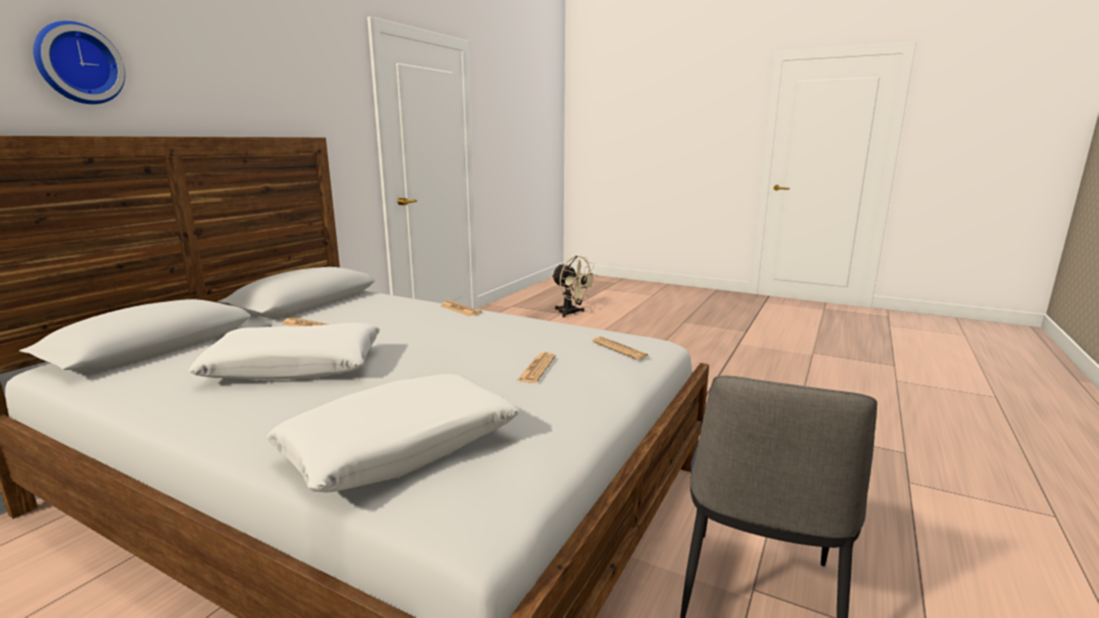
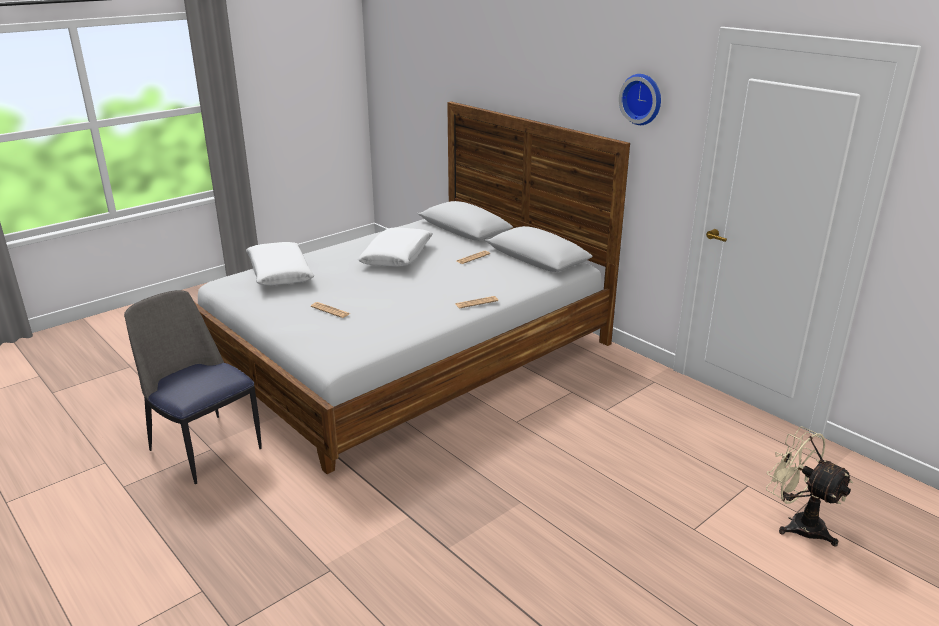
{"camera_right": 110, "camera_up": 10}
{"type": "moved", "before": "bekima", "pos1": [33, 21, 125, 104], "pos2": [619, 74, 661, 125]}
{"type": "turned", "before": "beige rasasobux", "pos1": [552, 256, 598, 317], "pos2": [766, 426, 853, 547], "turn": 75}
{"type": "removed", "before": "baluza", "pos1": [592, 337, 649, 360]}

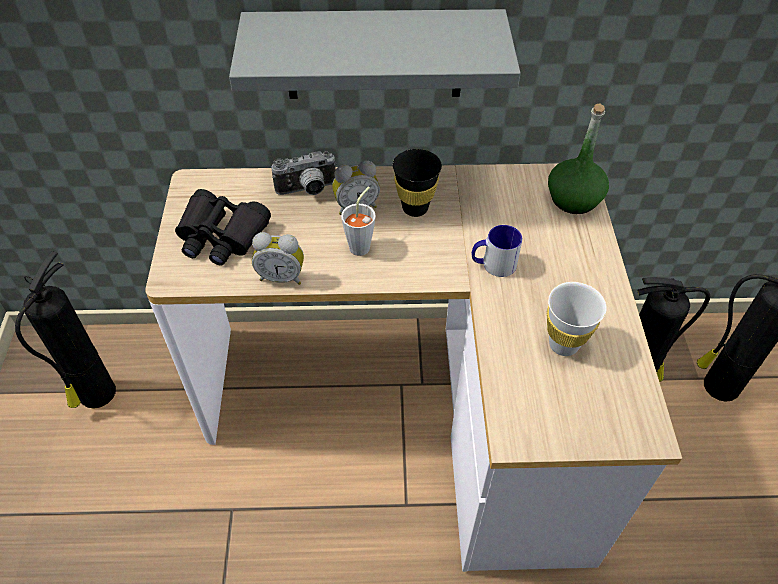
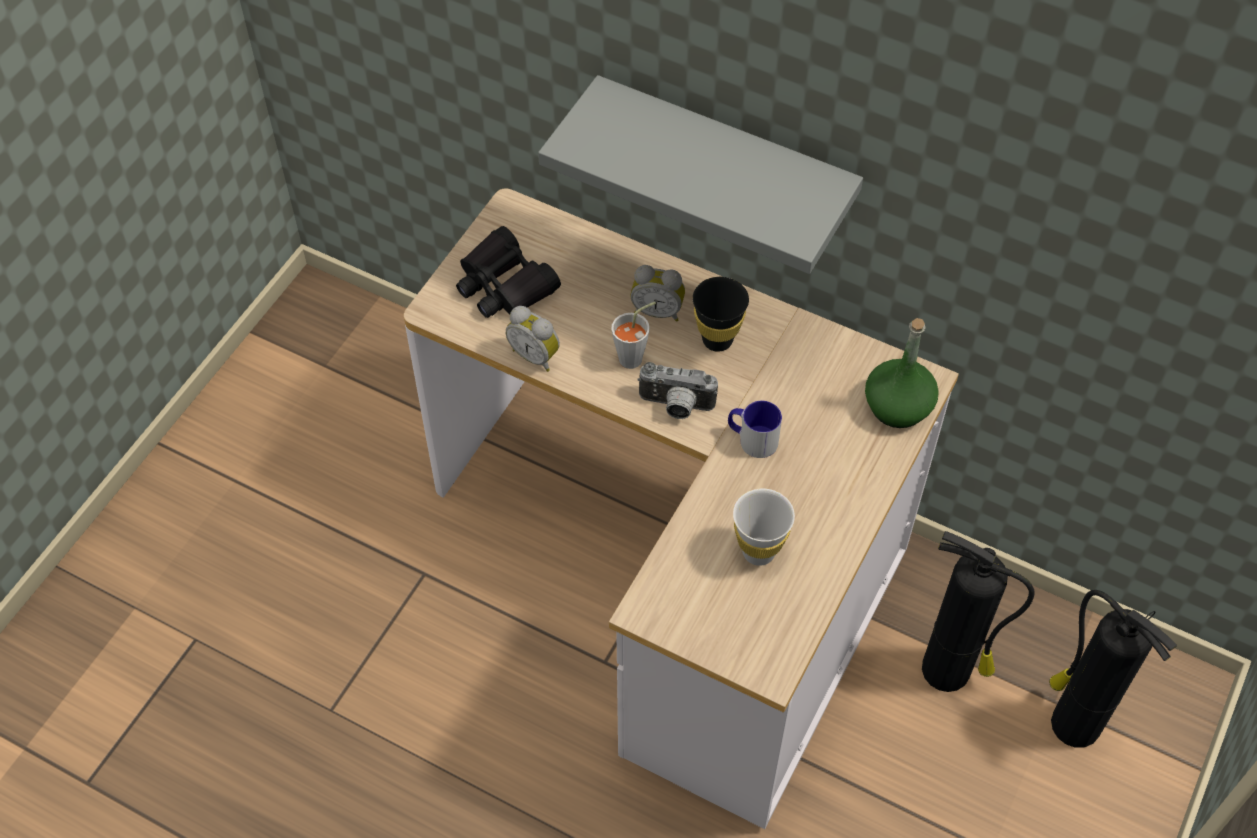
{"camera_right": 30, "camera_up": 5}
{"type": "moved", "before": "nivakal", "pos1": [271, 151, 337, 195], "pos2": [637, 362, 718, 419]}
{"type": "removed", "before": "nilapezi", "pos1": [15, 251, 116, 409]}

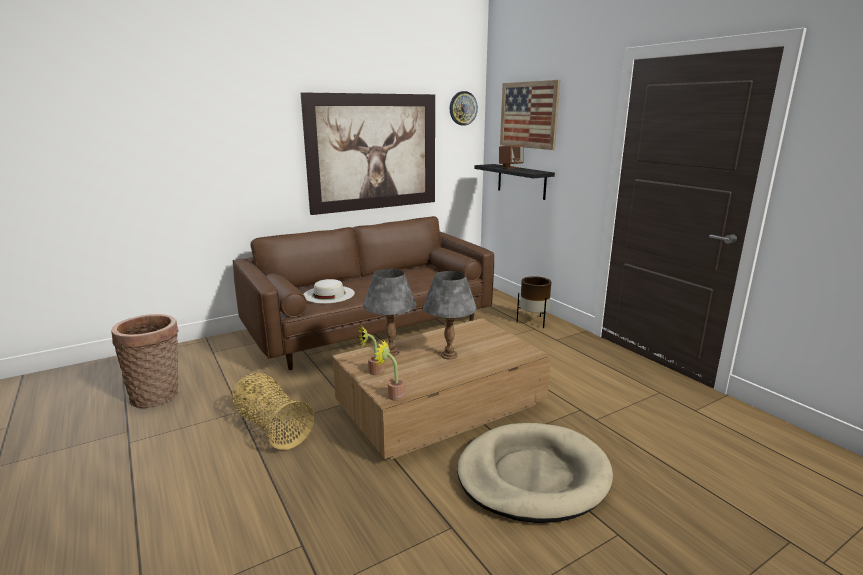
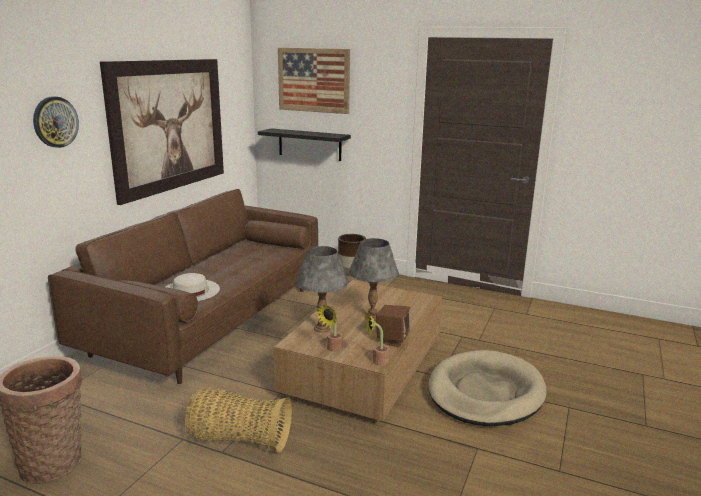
{"camera_right": -35, "camera_up": 0}
{"type": "moved", "before": "bekima", "pos1": [450, 91, 478, 126], "pos2": [33, 97, 79, 148]}
{"type": "moved", "before": "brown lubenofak", "pos1": [499, 145, 524, 169], "pos2": [376, 305, 411, 347]}

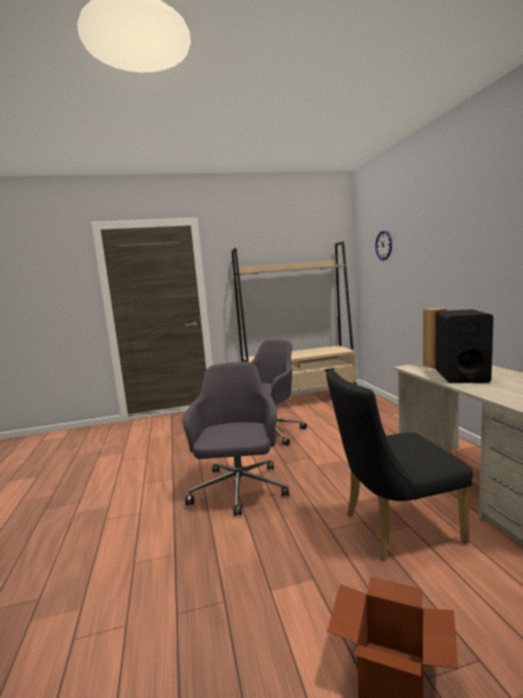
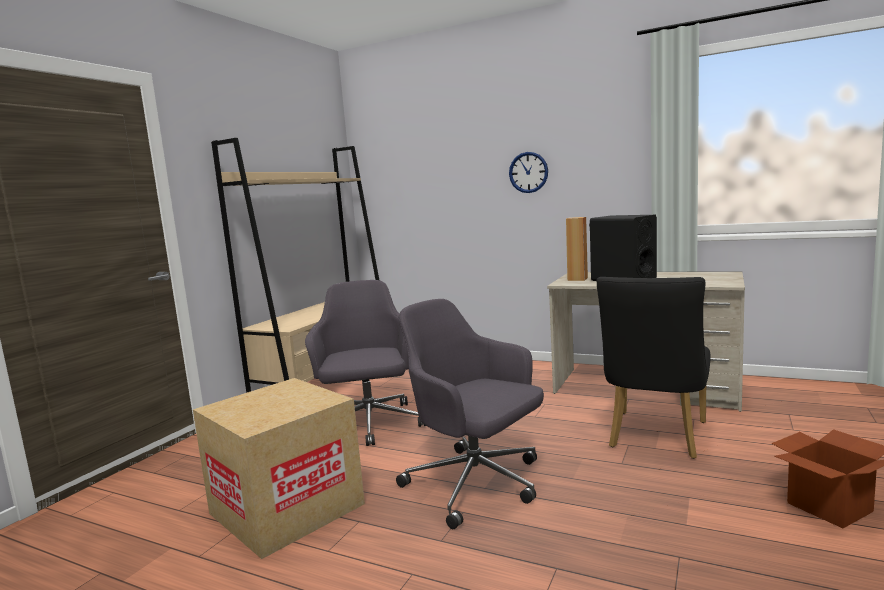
{"camera_right": -50, "camera_up": 0}
{"type": "moved", "before": "bekima", "pos1": [375, 231, 392, 260], "pos2": [509, 152, 548, 193]}
{"type": "added", "after": "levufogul", "pos2": [193, 378, 365, 559]}

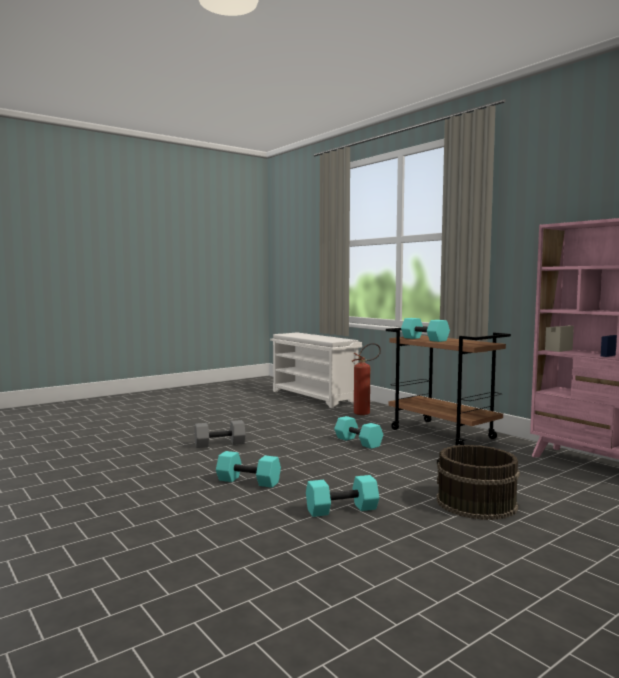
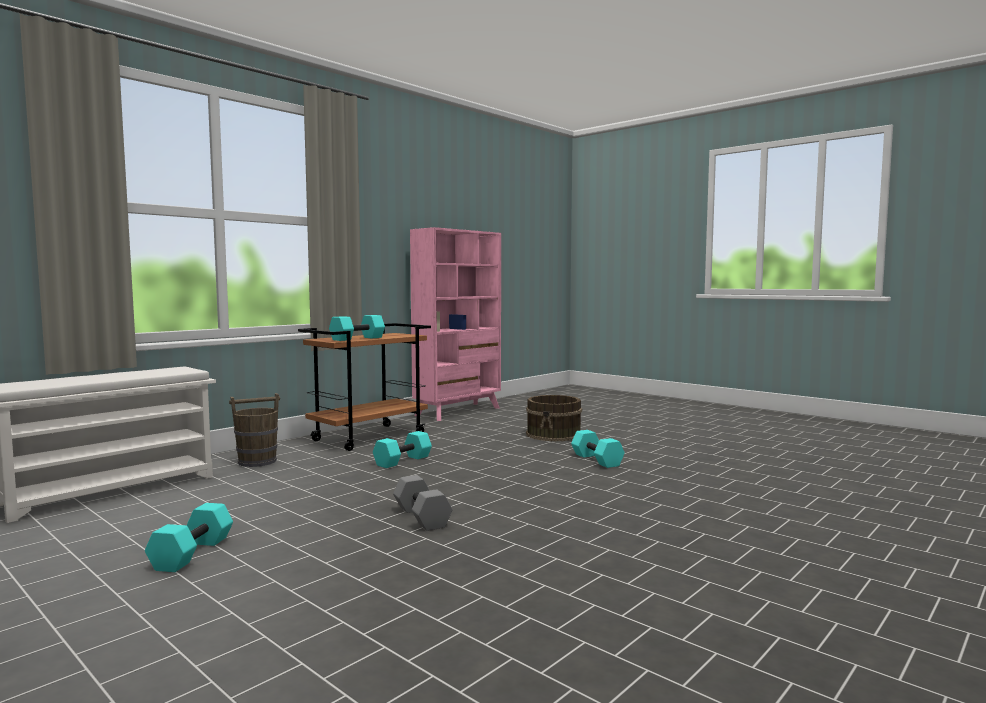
{"camera_right": -100, "camera_up": 0}
{"type": "replaced", "before": "nilapezi", "after": "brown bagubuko", "pos1": [352, 343, 381, 415], "pos2": [229, 393, 280, 467]}
{"type": "moved", "before": "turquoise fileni", "pos1": [216, 451, 281, 488], "pos2": [145, 503, 233, 572]}

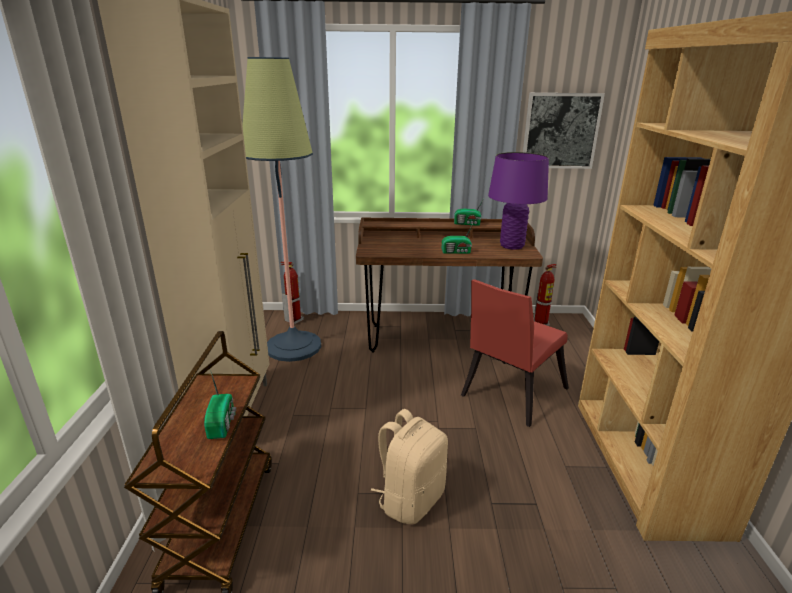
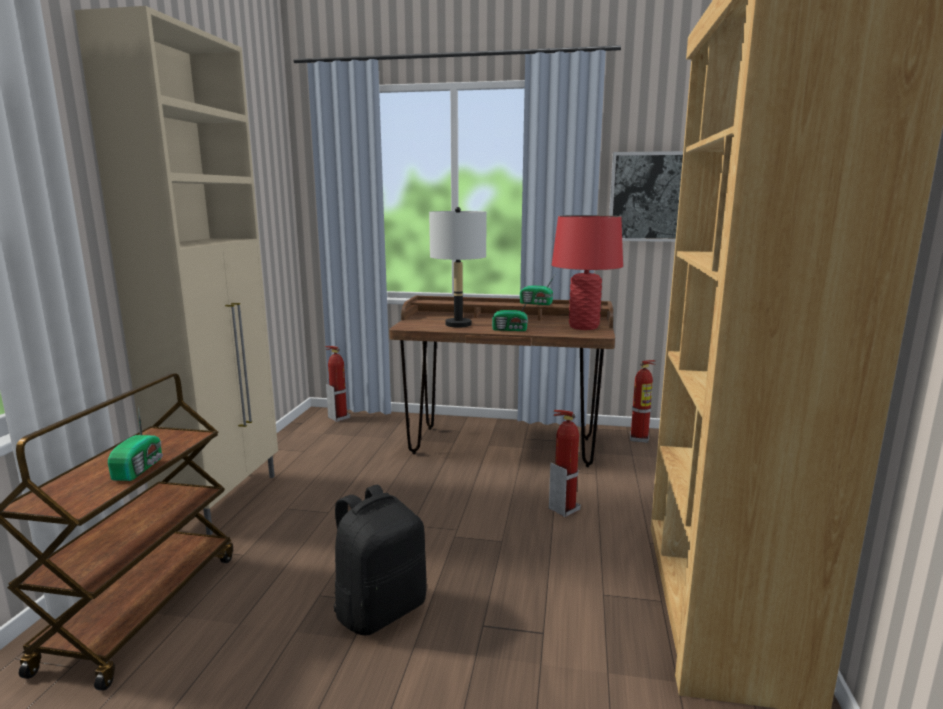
{"camera_right": 10, "camera_up": -10}
{"type": "removed", "before": "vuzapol", "pos1": [242, 57, 321, 362]}
{"type": "recoloured", "before": "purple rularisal", "after": "red rularisal", "pos1": [488, 152, 549, 250], "pos2": [552, 215, 623, 330]}
{"type": "replaced", "before": "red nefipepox", "after": "nilapezi", "pos1": [461, 279, 569, 427], "pos2": [549, 410, 581, 517]}
{"type": "recoloured", "before": "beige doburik", "after": "black doburik", "pos1": [371, 409, 448, 524], "pos2": [334, 485, 427, 635]}
{"type": "added", "after": "grey rularisal", "pos2": [429, 207, 487, 327]}

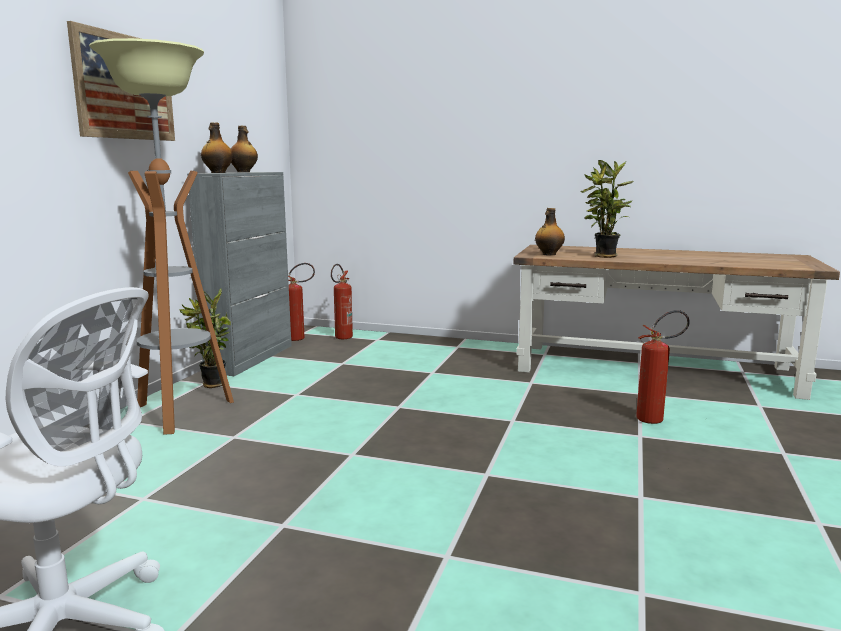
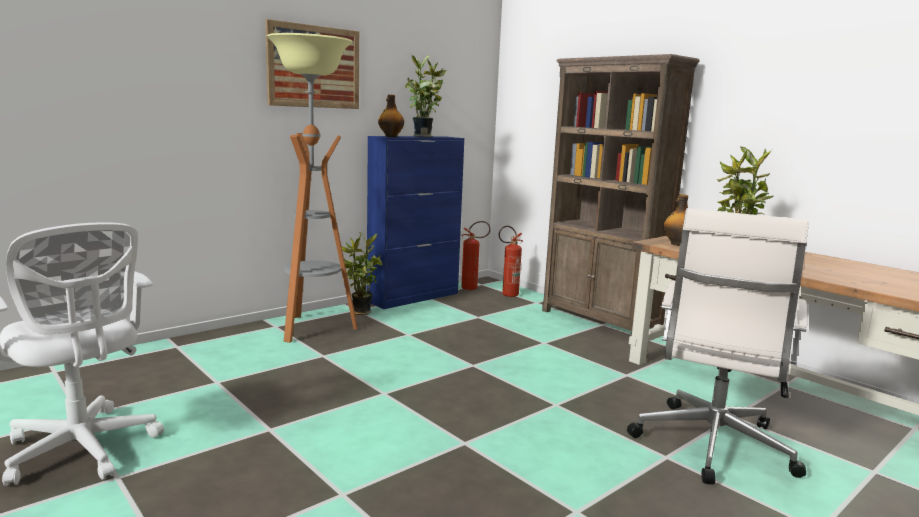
{"camera_right": 30, "camera_up": 0}
{"type": "replaced", "before": "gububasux", "after": "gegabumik", "pos1": [231, 126, 258, 172], "pos2": [405, 55, 447, 137]}
{"type": "recoloured", "before": "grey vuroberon", "after": "blue vuroberon", "pos1": [187, 172, 291, 376], "pos2": [367, 136, 464, 309]}
{"type": "replaced", "before": "nilapezi", "after": "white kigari", "pos1": [636, 310, 690, 424], "pos2": [627, 208, 809, 484]}
{"type": "added", "after": "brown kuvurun", "pos2": [542, 54, 700, 336]}

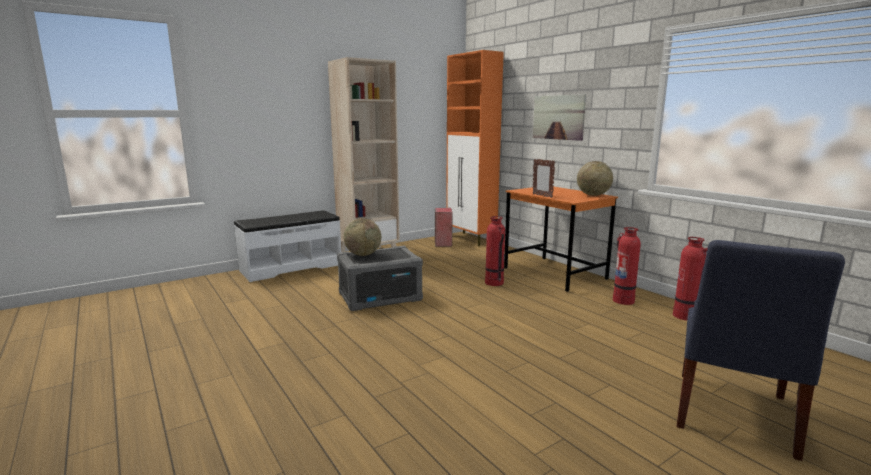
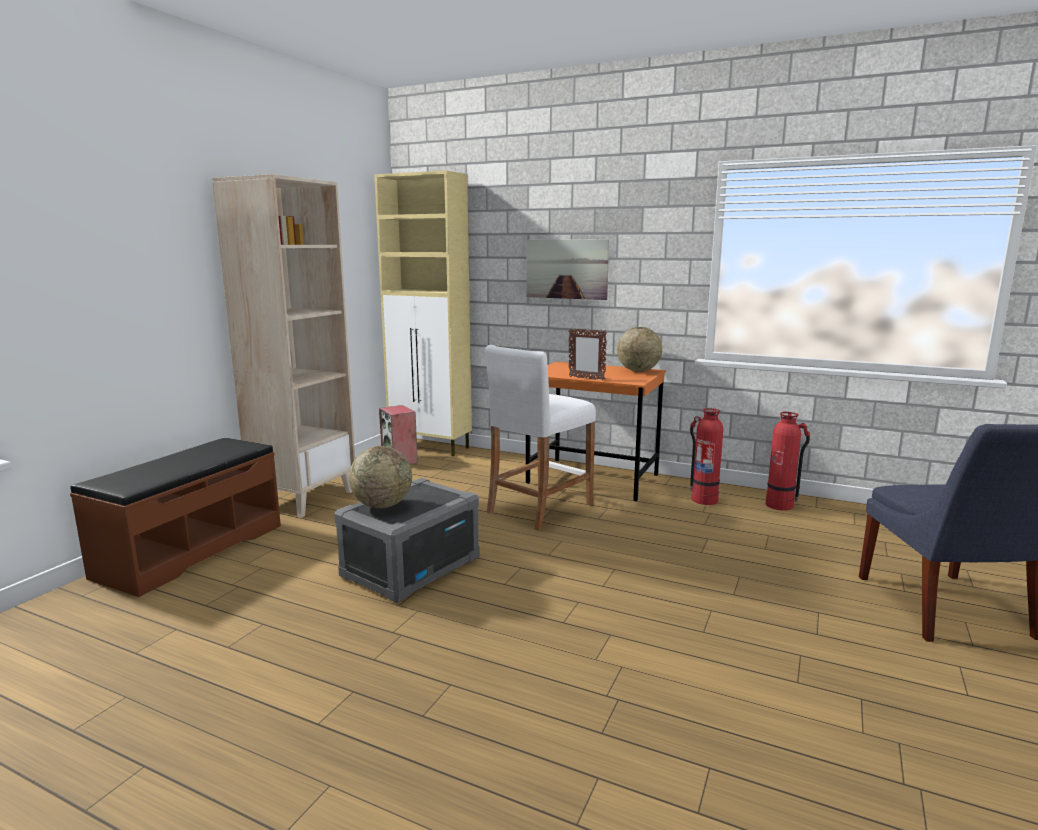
{"camera_right": -30, "camera_up": 0}
{"type": "recoloured", "before": "orange vuroberon", "after": "beige vuroberon", "pos1": [446, 50, 504, 246], "pos2": [374, 170, 472, 456]}
{"type": "recoloured", "before": "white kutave", "after": "brown kutave", "pos1": [234, 210, 341, 282], "pos2": [70, 438, 281, 597]}
{"type": "replaced", "before": "nilapezi", "after": "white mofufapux", "pos1": [485, 216, 505, 286], "pos2": [485, 345, 596, 531]}

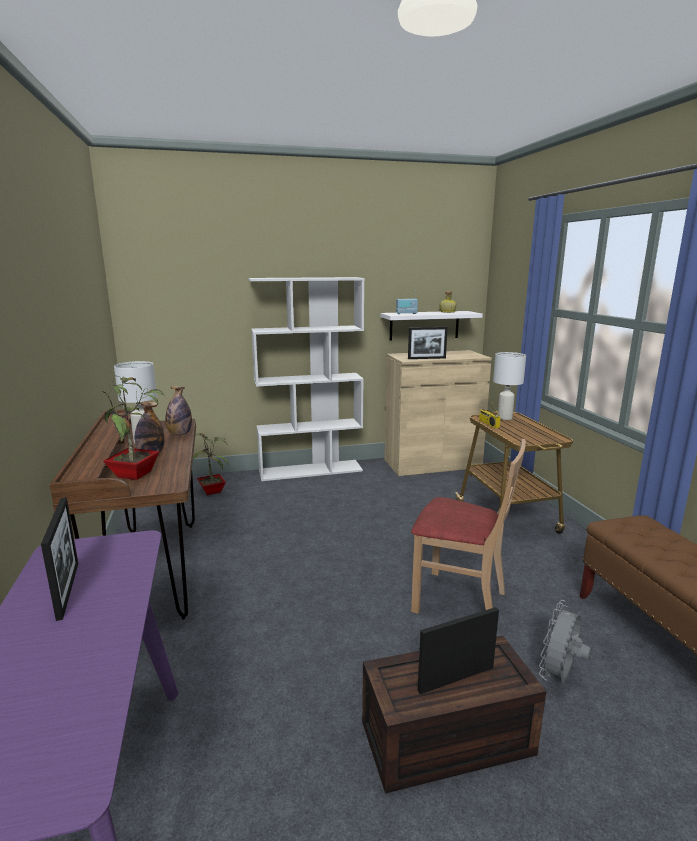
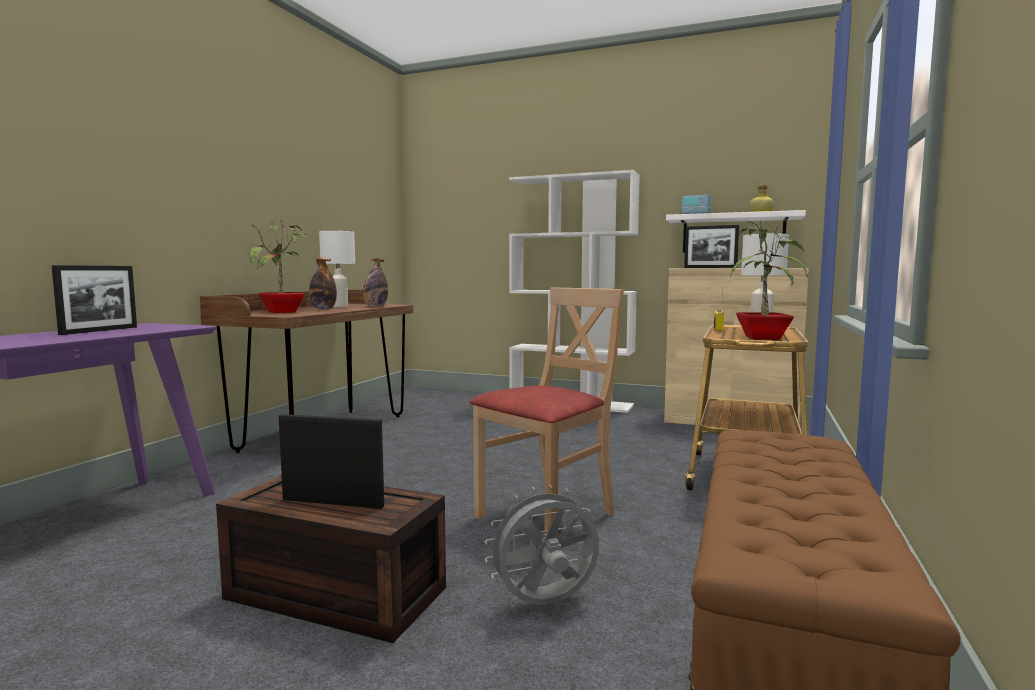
{"camera_right": 35, "camera_up": -10}
{"type": "moved", "before": "gegabumik", "pos1": [193, 433, 229, 495], "pos2": [730, 221, 808, 340]}
{"type": "turned", "before": "beige nefipepox", "pos1": [411, 439, 526, 614], "pos2": [470, 287, 624, 538], "turn": -105}

